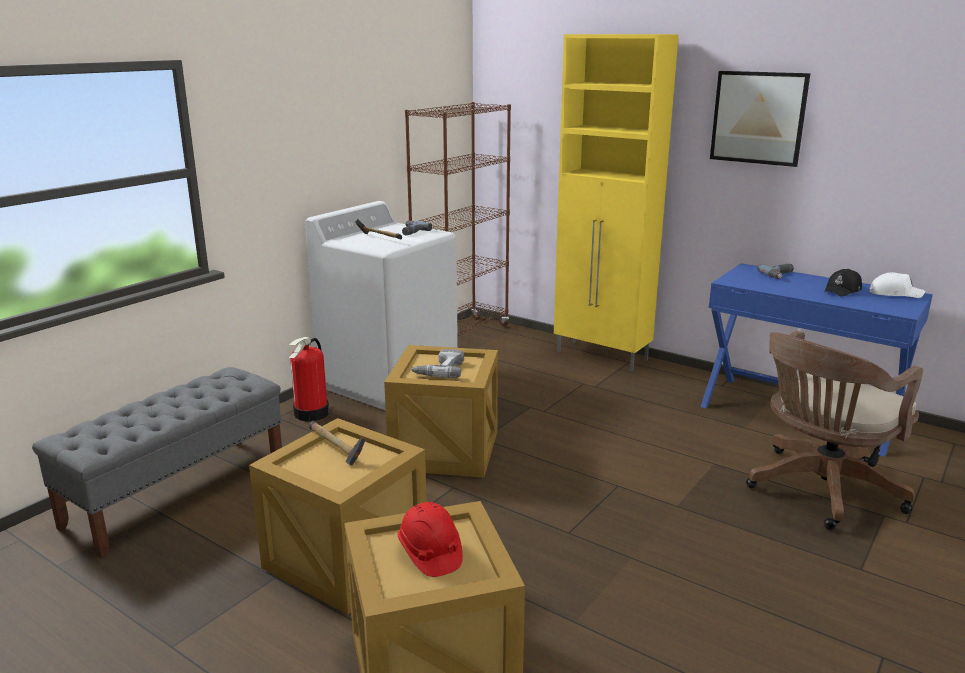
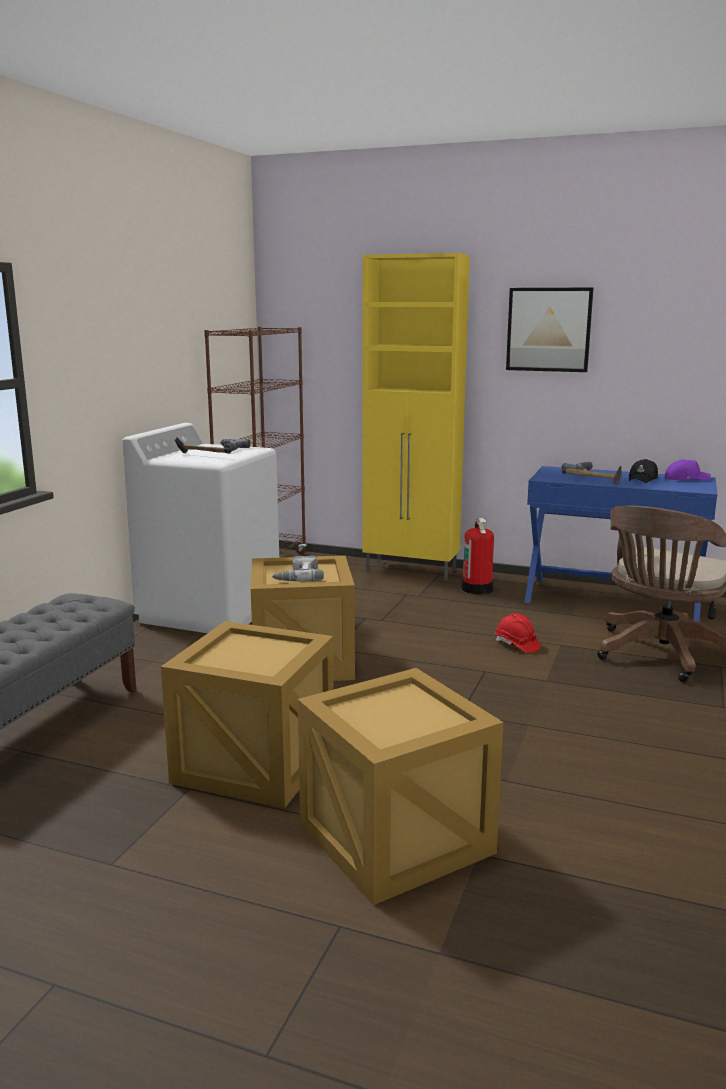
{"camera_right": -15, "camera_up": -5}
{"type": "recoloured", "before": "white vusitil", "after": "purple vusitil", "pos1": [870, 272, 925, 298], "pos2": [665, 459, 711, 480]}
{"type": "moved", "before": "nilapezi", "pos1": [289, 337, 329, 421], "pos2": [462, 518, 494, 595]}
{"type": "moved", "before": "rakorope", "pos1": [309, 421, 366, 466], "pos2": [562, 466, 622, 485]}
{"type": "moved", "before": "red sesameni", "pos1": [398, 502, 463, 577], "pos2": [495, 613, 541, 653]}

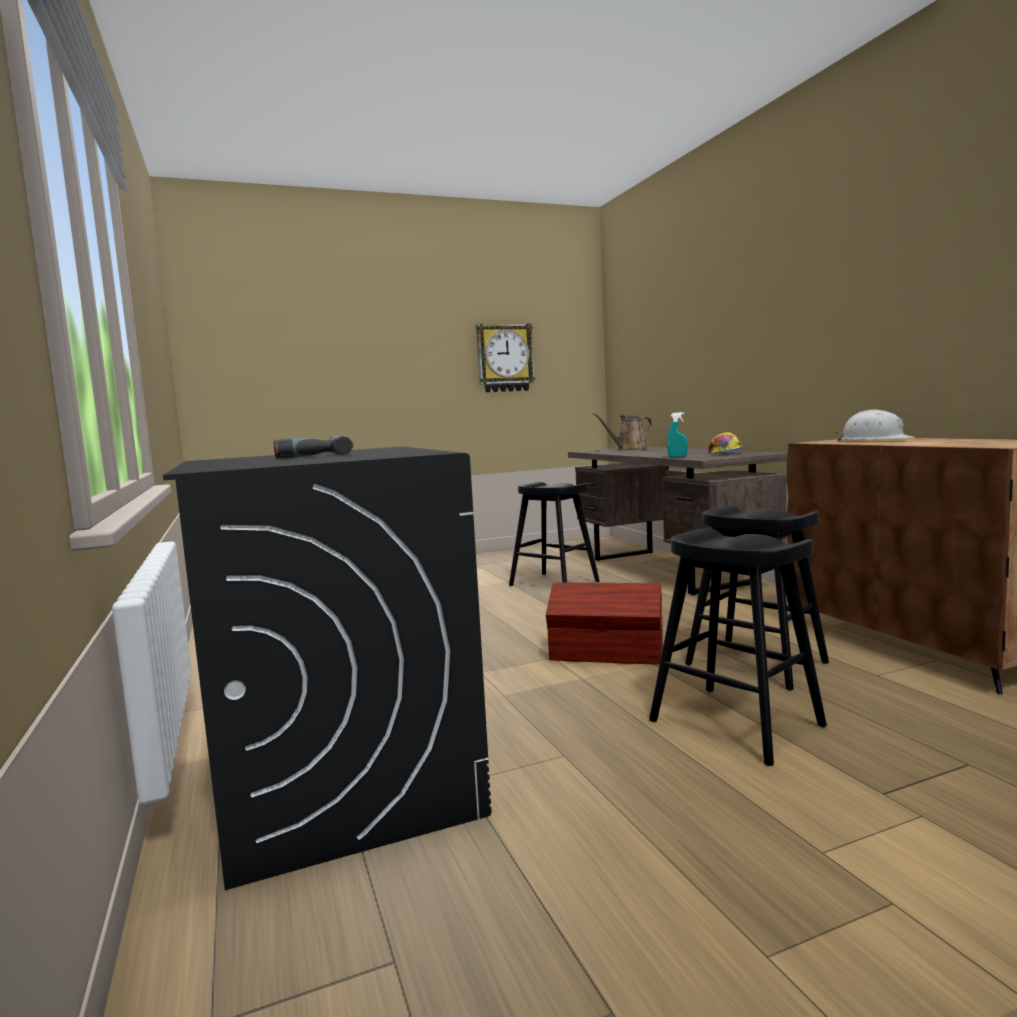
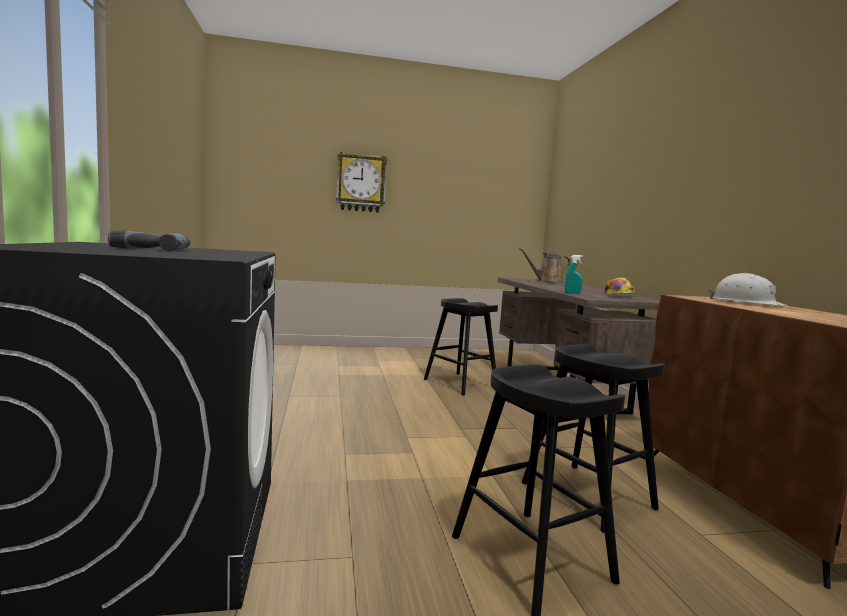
{"camera_right": 10, "camera_up": 0}
{"type": "moved", "before": "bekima", "pos1": [476, 324, 535, 392], "pos2": [336, 152, 387, 213]}
{"type": "removed", "before": "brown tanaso", "pos1": [546, 582, 663, 665]}

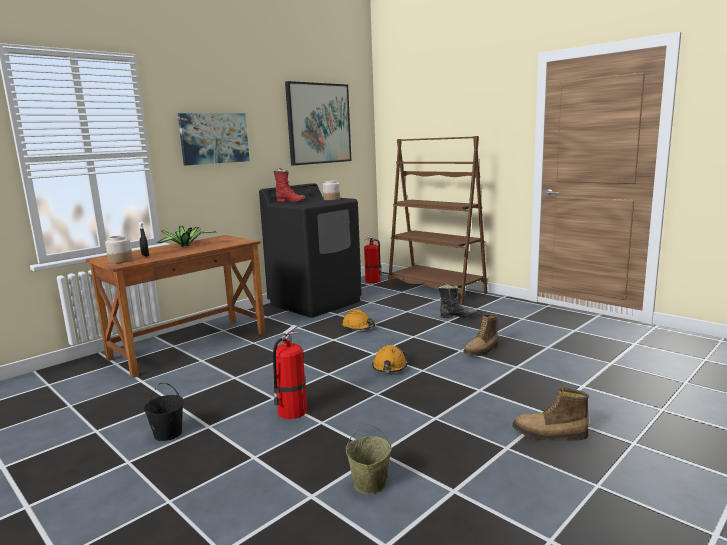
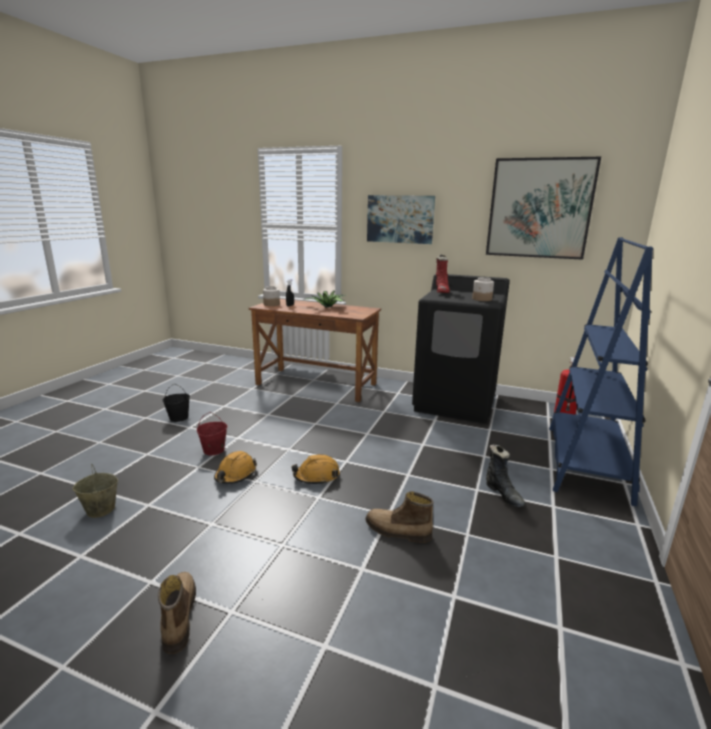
{"camera_right": 65, "camera_up": 5}
{"type": "recoloured", "before": "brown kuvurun", "after": "blue kuvurun", "pos1": [388, 136, 487, 305], "pos2": [549, 237, 653, 506]}
{"type": "moved", "before": "orange sesameni", "pos1": [342, 309, 375, 330], "pos2": [214, 451, 257, 484]}
{"type": "replaced", "before": "nilapezi", "after": "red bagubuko", "pos1": [273, 325, 307, 419], "pos2": [197, 412, 228, 455]}

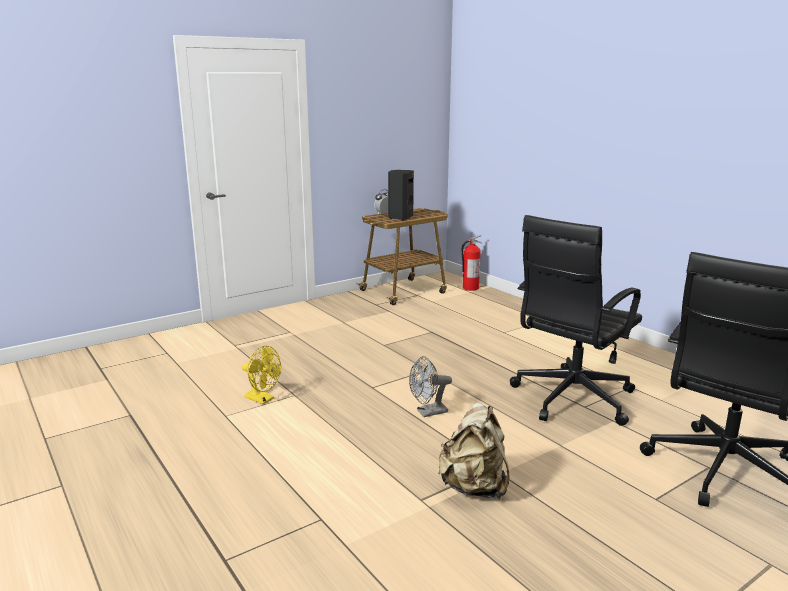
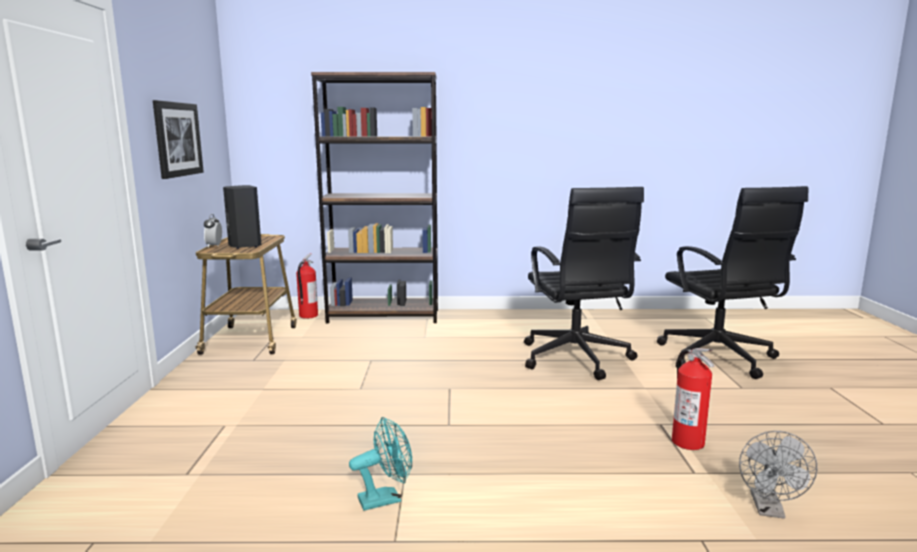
{"camera_right": -55, "camera_up": -5}
{"type": "recoloured", "before": "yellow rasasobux", "after": "turquoise rasasobux", "pos1": [242, 346, 281, 404], "pos2": [349, 417, 412, 511]}
{"type": "moved", "before": "grey rasasobux", "pos1": [409, 356, 452, 417], "pos2": [739, 431, 817, 519]}
{"type": "replaced", "before": "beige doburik", "after": "nilapezi", "pos1": [438, 403, 510, 499], "pos2": [672, 348, 715, 450]}
{"type": "added", "after": "brown kuvurun", "pos2": [311, 72, 438, 323]}
{"type": "added", "after": "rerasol", "pos2": [153, 100, 204, 179]}

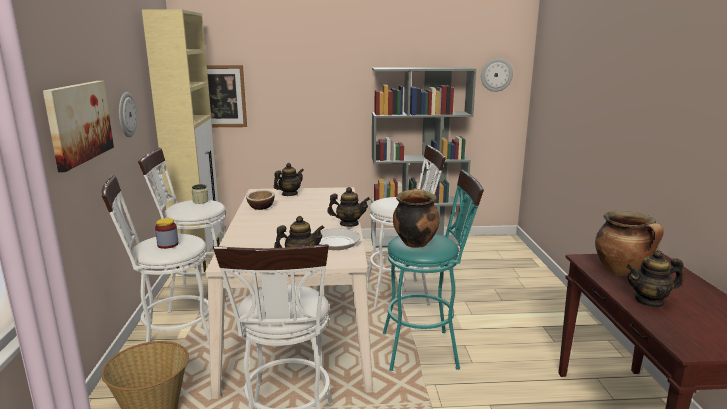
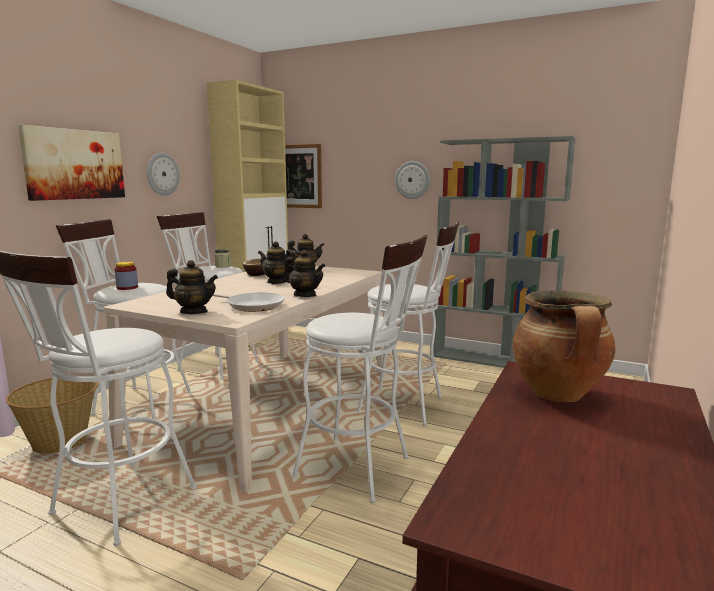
{"camera_right": 30, "camera_up": -5}
{"type": "moved", "before": "bekima", "pos1": [481, 58, 513, 92], "pos2": [395, 161, 430, 199]}
{"type": "recoloured", "before": "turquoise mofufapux", "after": "white mofufapux", "pos1": [382, 170, 484, 371], "pos2": [292, 235, 428, 503]}
{"type": "removed", "before": "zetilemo", "pos1": [393, 189, 440, 248]}
{"type": "moved", "before": "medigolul", "pos1": [626, 250, 683, 308], "pos2": [258, 241, 295, 284]}

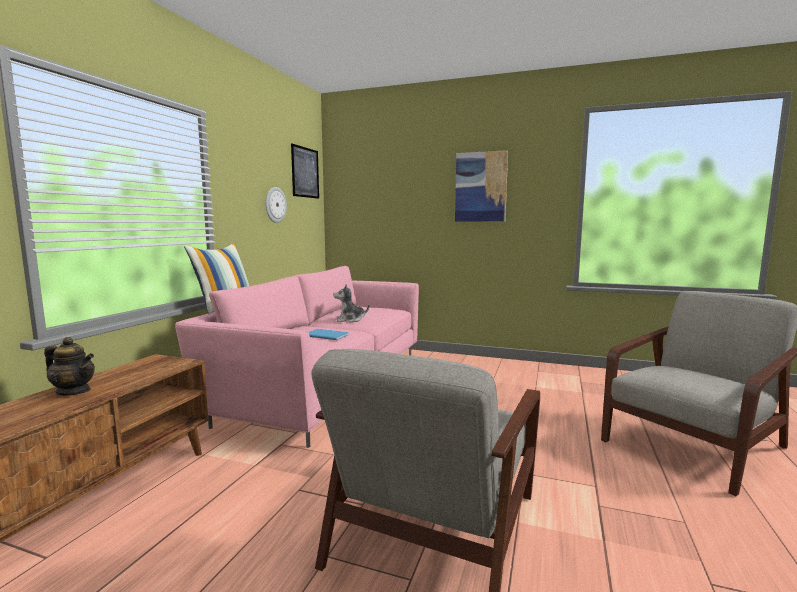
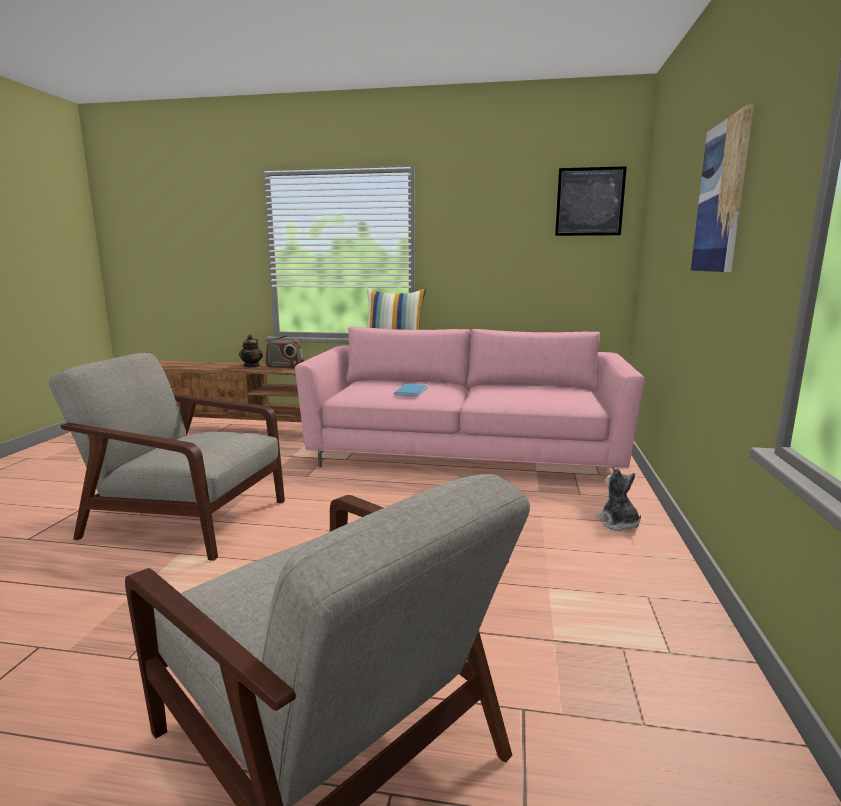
{"camera_right": 80, "camera_up": 5}
{"type": "removed", "before": "bekima", "pos1": [265, 187, 287, 223]}
{"type": "moved", "before": "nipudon", "pos1": [333, 284, 369, 322], "pos2": [596, 468, 641, 531]}
{"type": "added", "after": "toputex", "pos2": [265, 336, 304, 369]}

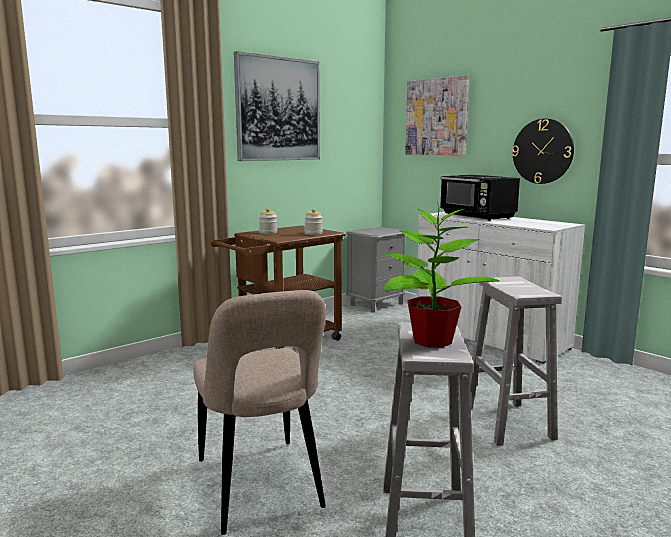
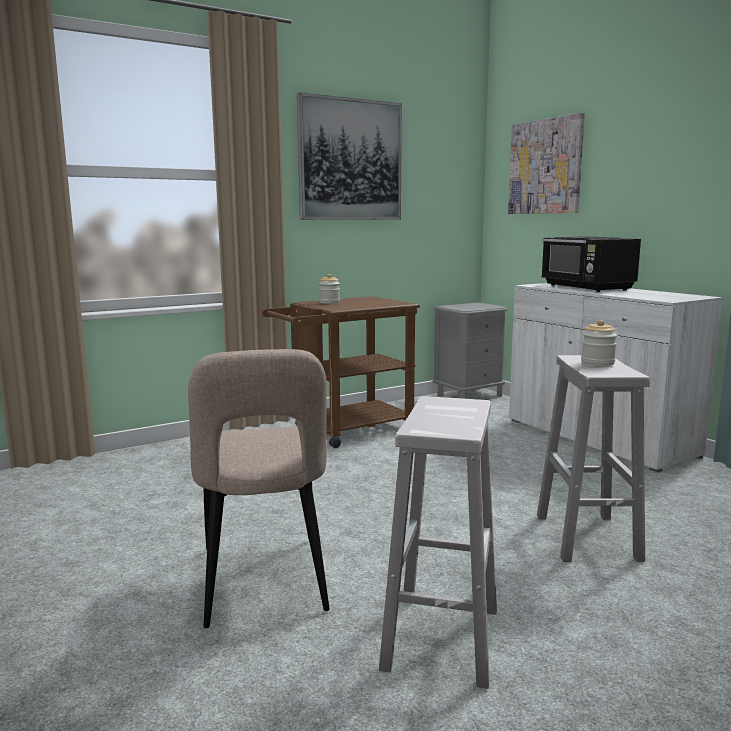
{"camera_right": 10, "camera_up": 0}
{"type": "removed", "before": "bekima", "pos1": [512, 119, 574, 184]}
{"type": "removed", "before": "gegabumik", "pos1": [383, 202, 500, 348]}
{"type": "moved", "before": "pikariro", "pos1": [304, 209, 323, 235], "pos2": [581, 320, 617, 366]}

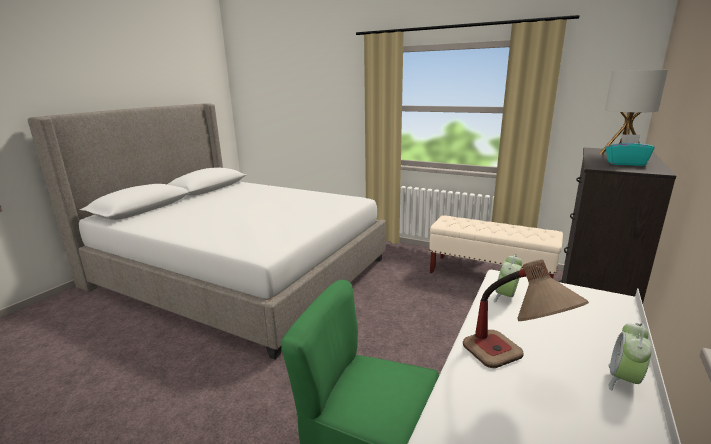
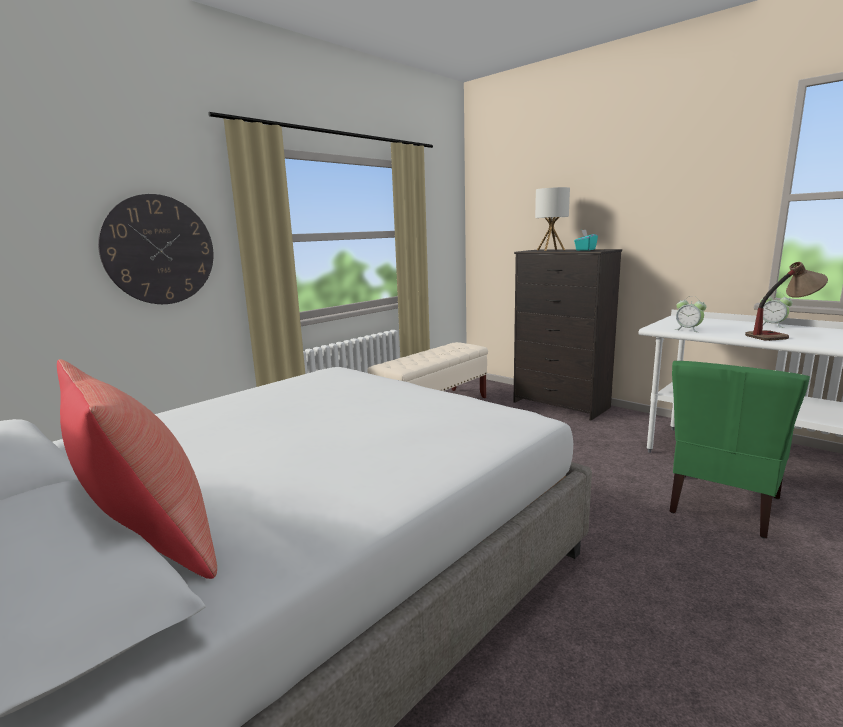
{"camera_right": -75, "camera_up": -5}
{"type": "added", "after": "bekima", "pos2": [98, 194, 214, 304]}
{"type": "added", "after": "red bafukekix", "pos2": [57, 359, 217, 579]}

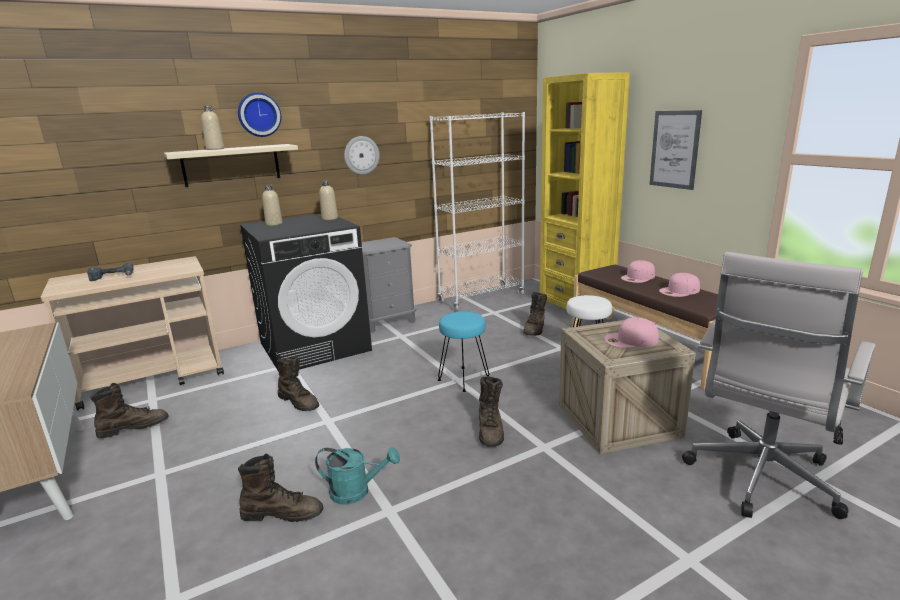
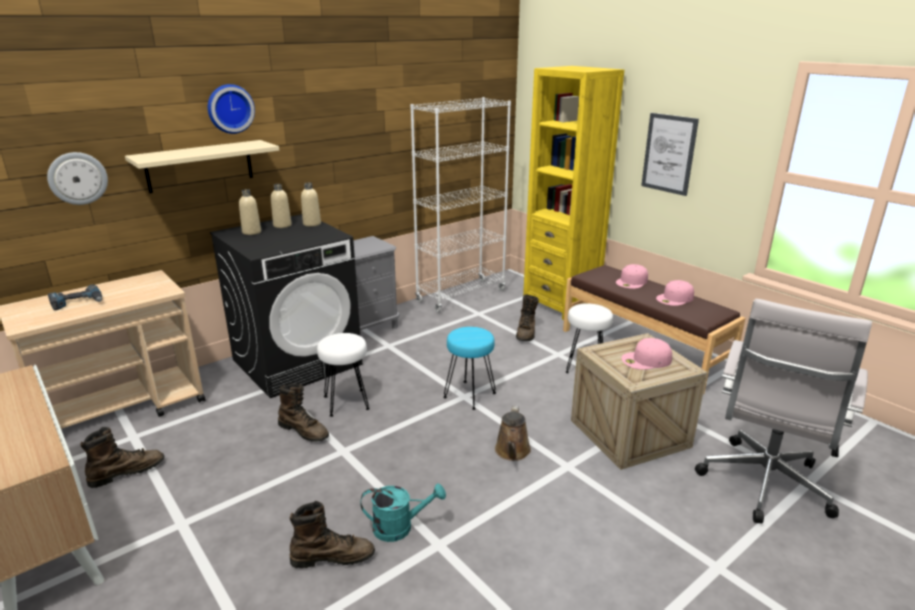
{"camera_right": -10, "camera_up": 5}
{"type": "moved", "before": "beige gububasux", "pos1": [201, 106, 224, 150], "pos2": [271, 184, 292, 228]}
{"type": "moved", "before": "bekima", "pos1": [344, 136, 380, 175], "pos2": [47, 152, 108, 205]}
{"type": "replaced", "before": "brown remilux", "after": "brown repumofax", "pos1": [479, 376, 504, 447], "pos2": [495, 406, 531, 461]}
{"type": "added", "after": "white mofufapux", "pos2": [317, 333, 370, 417]}

